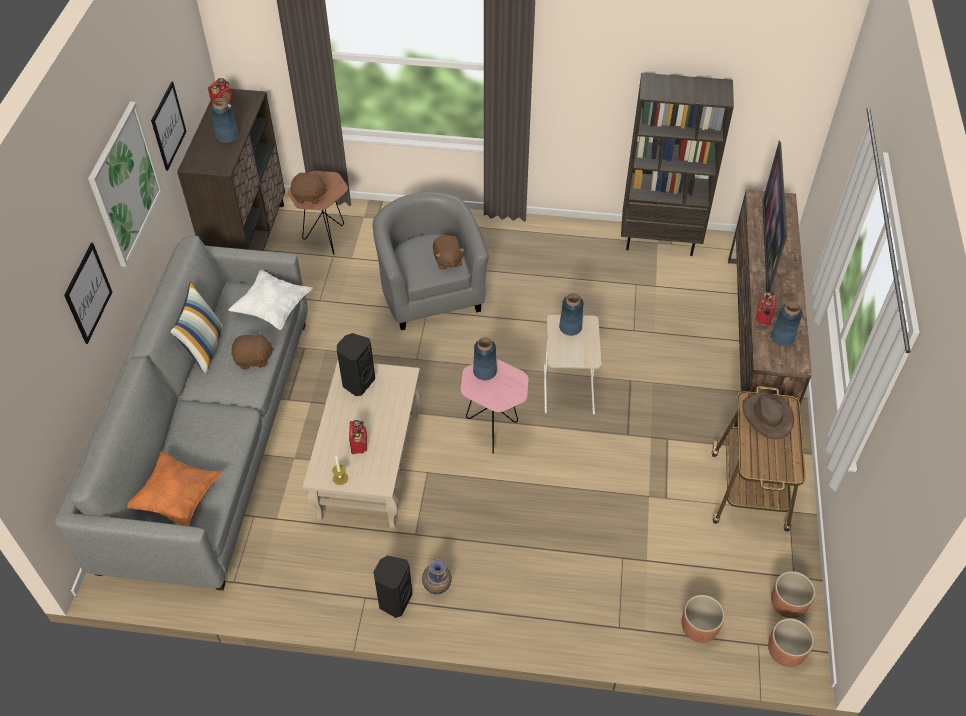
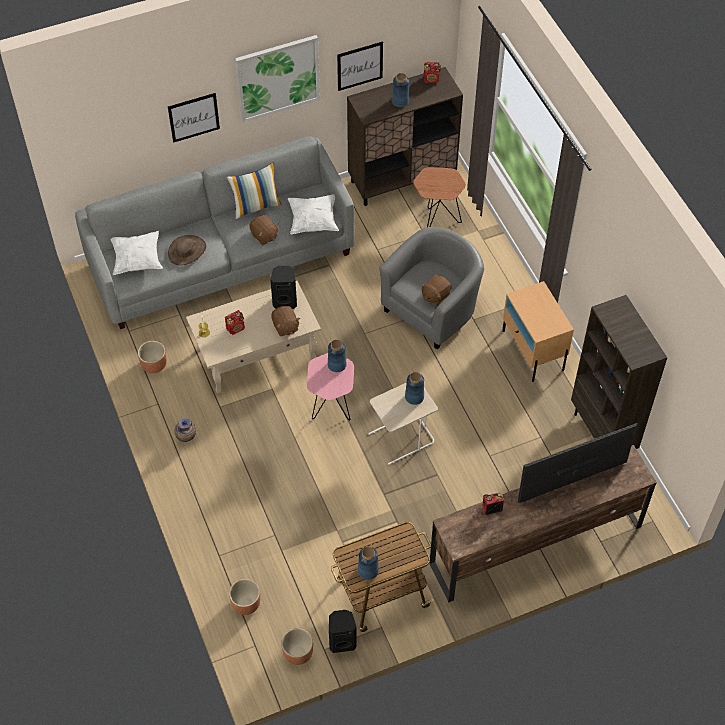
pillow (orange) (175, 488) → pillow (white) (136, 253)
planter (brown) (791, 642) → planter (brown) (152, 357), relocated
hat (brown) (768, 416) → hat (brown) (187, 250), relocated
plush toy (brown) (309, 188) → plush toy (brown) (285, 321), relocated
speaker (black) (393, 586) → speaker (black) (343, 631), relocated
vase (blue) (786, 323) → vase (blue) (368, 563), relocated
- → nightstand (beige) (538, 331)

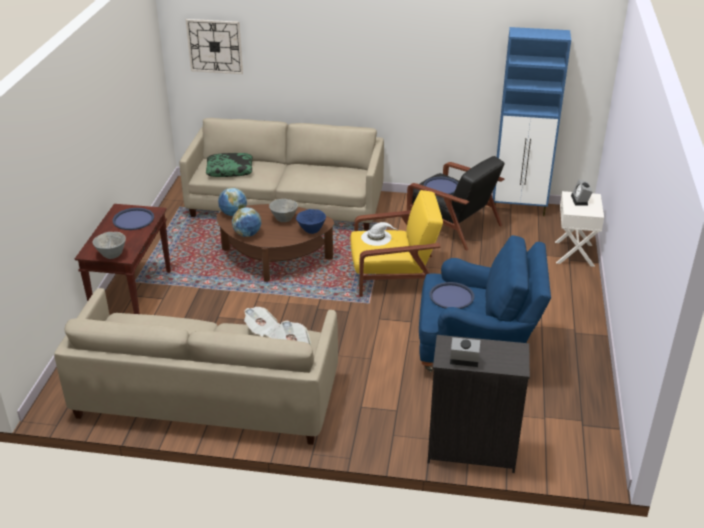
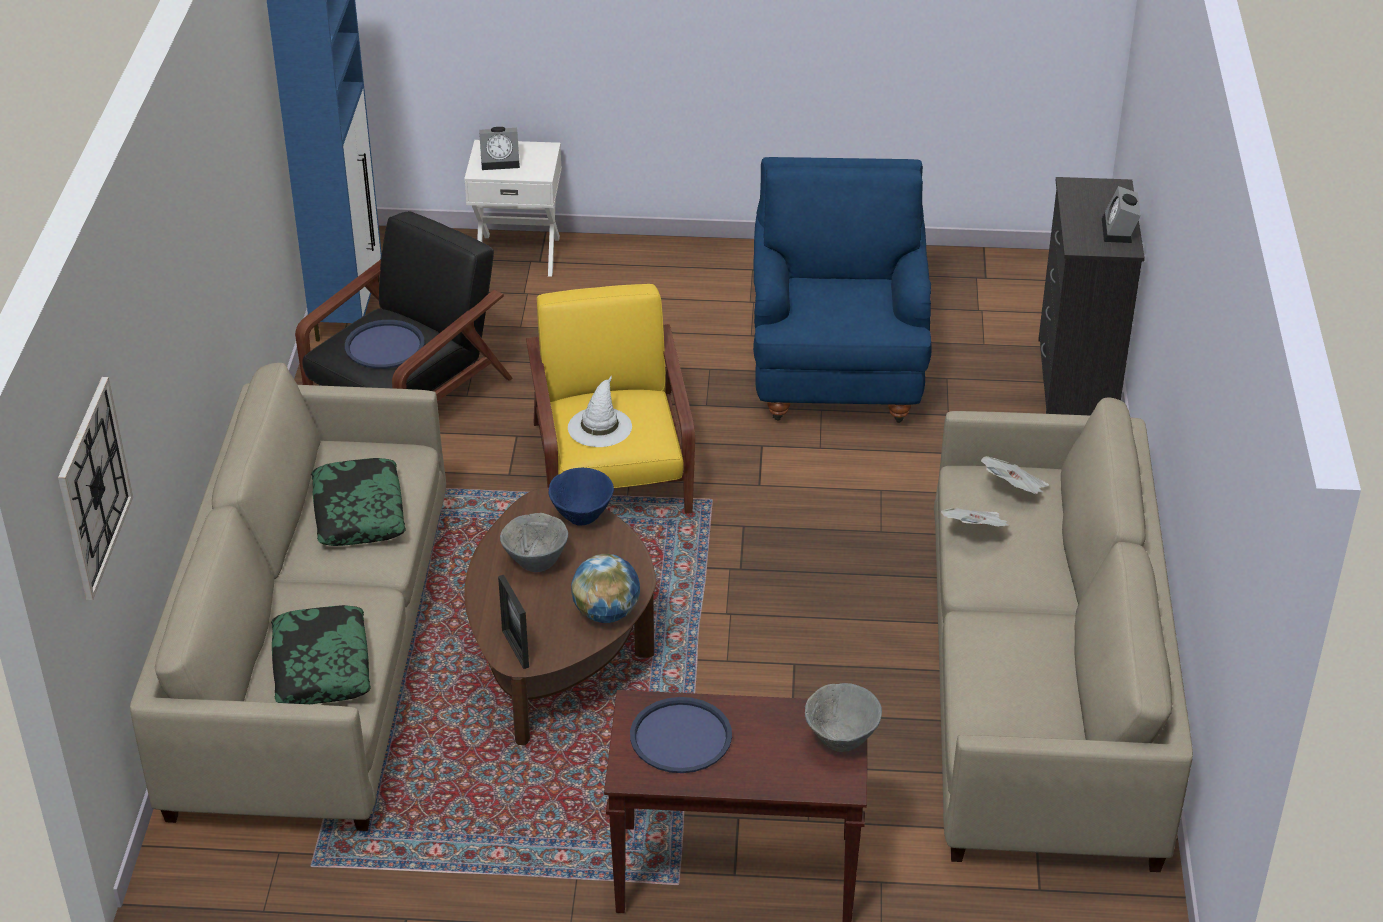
- → pillow (358, 502)
globe (232, 202) → picture frame (513, 622)
tray (blue) (452, 295) → -

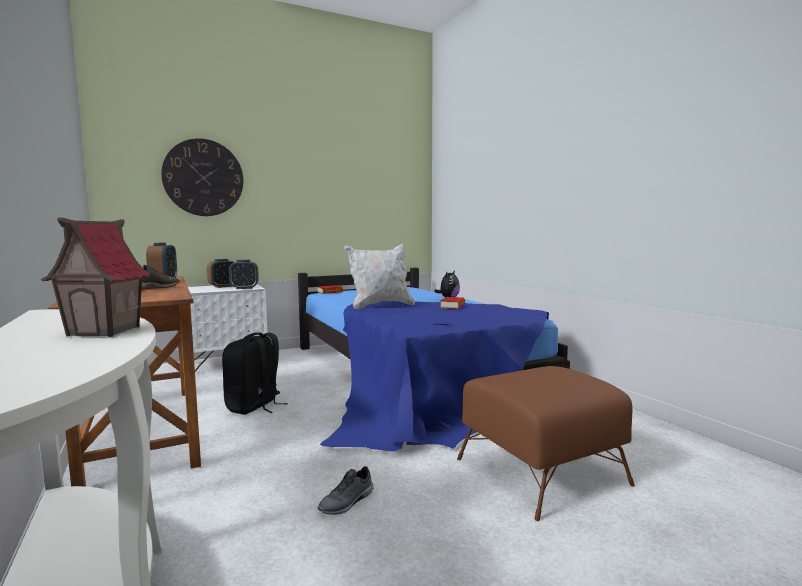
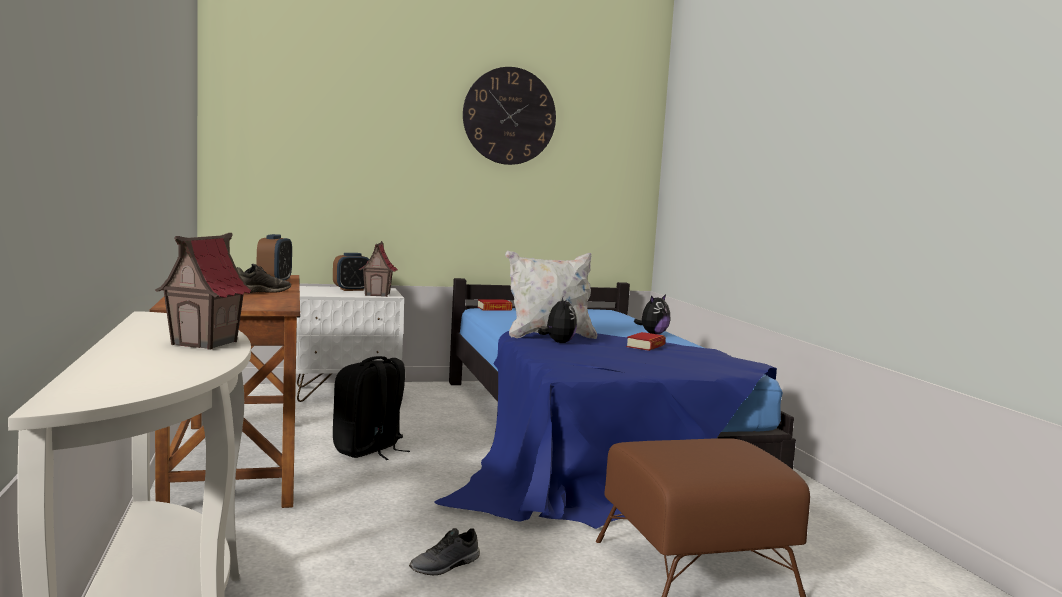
alarm clock (244, 274) → toy house (378, 269)
wall clock (202, 177) → wall clock (509, 116), relocated
- → plush toy (557, 320)

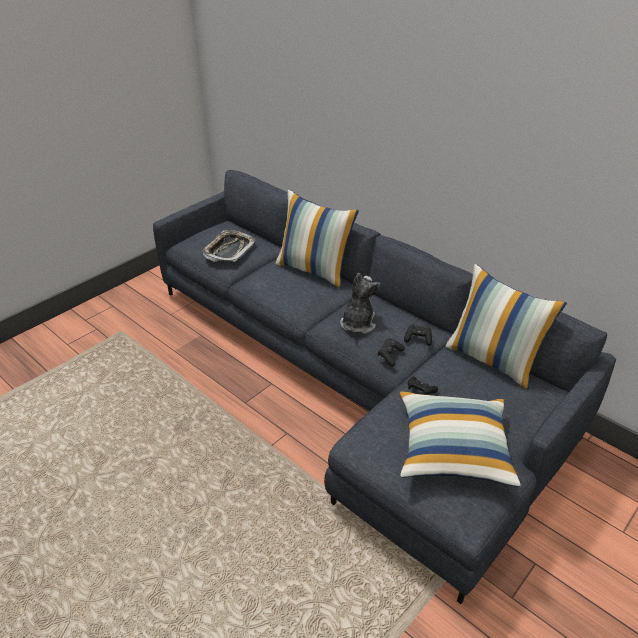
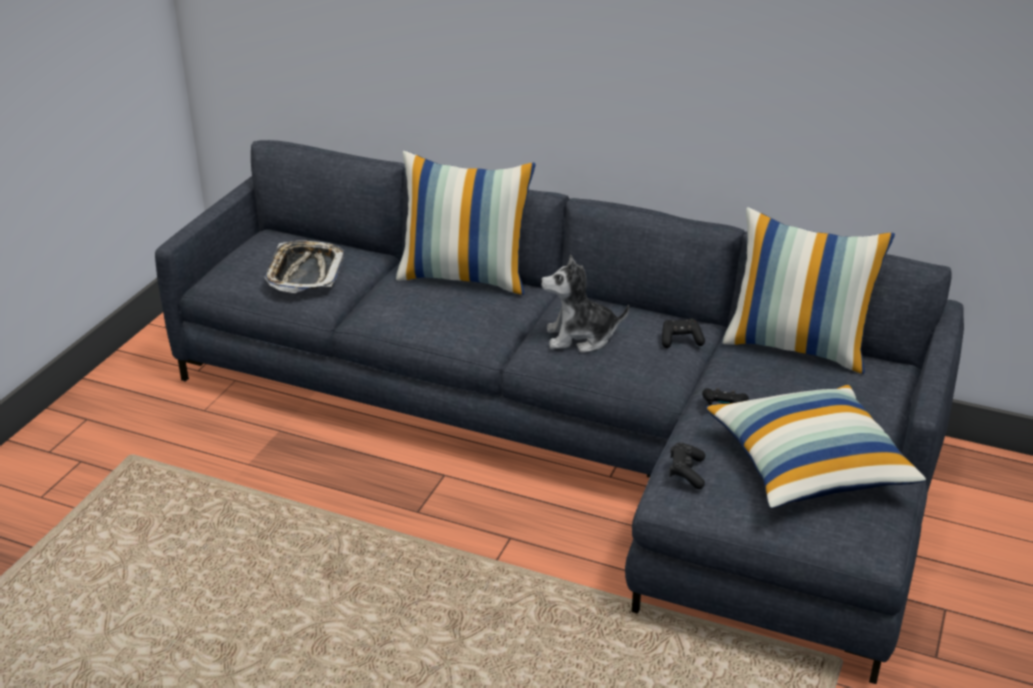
plush toy (360, 303) → plush toy (585, 303), 90 degrees counterclockwise
game controller (black) (391, 352) → game controller (black) (687, 465), relocated

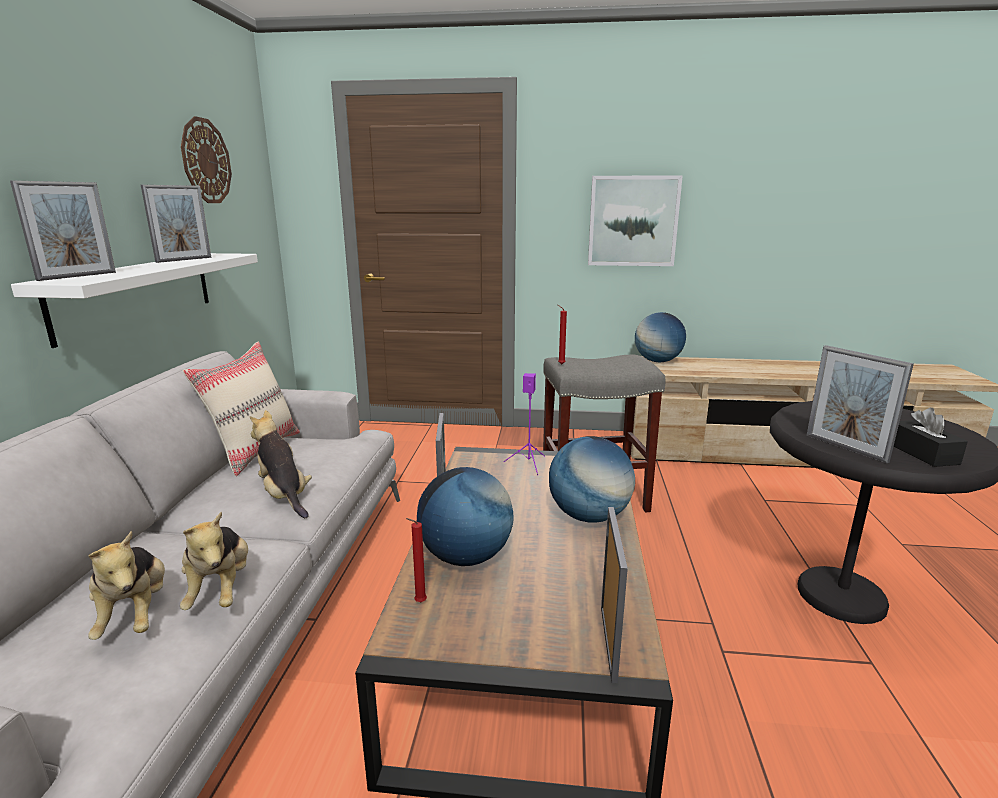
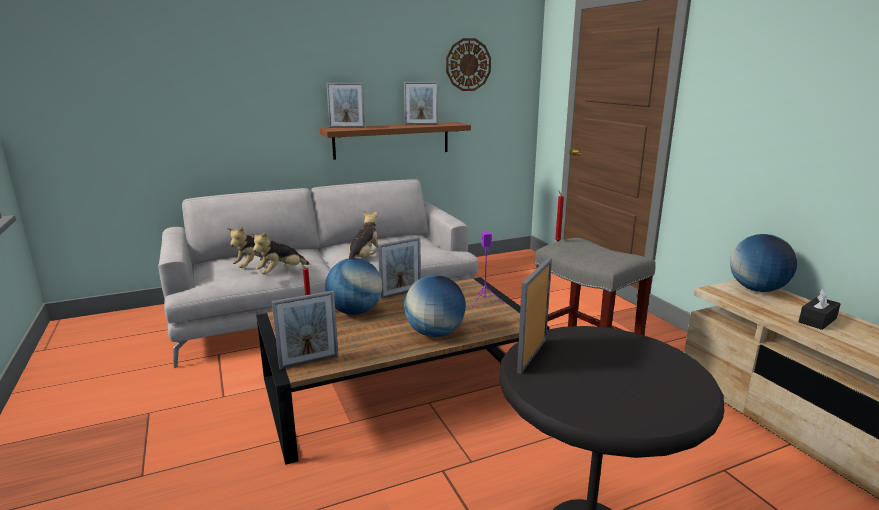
shelf (white) (134, 300) → shelf (brown) (395, 141)
tissue box (black) (931, 437) → tissue box (black) (820, 309), relocated
pillow (beige) (241, 409) → -
picture (635, 220) → -

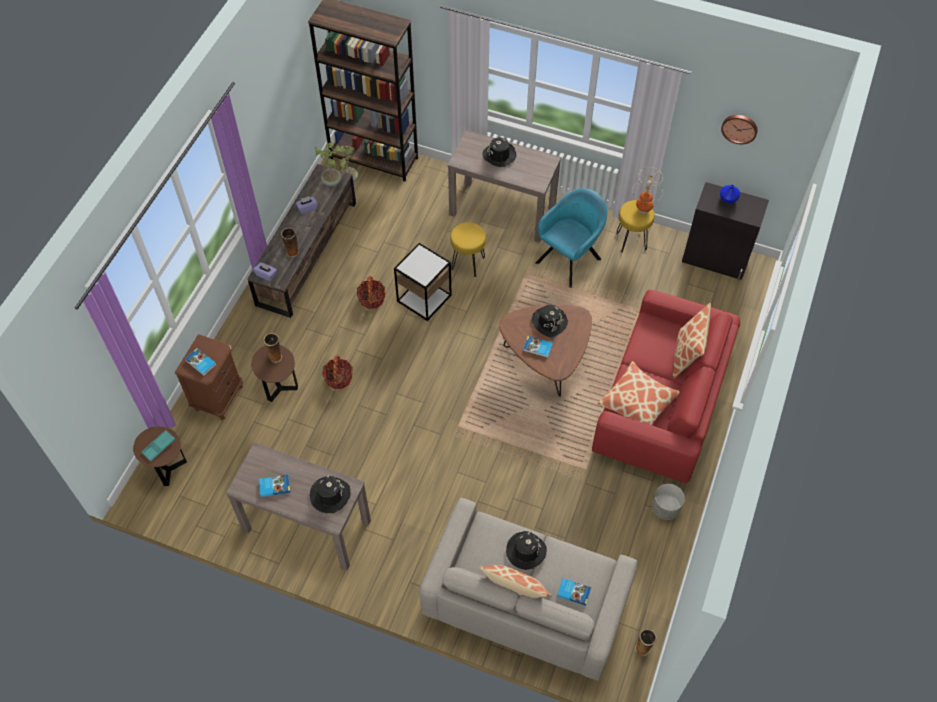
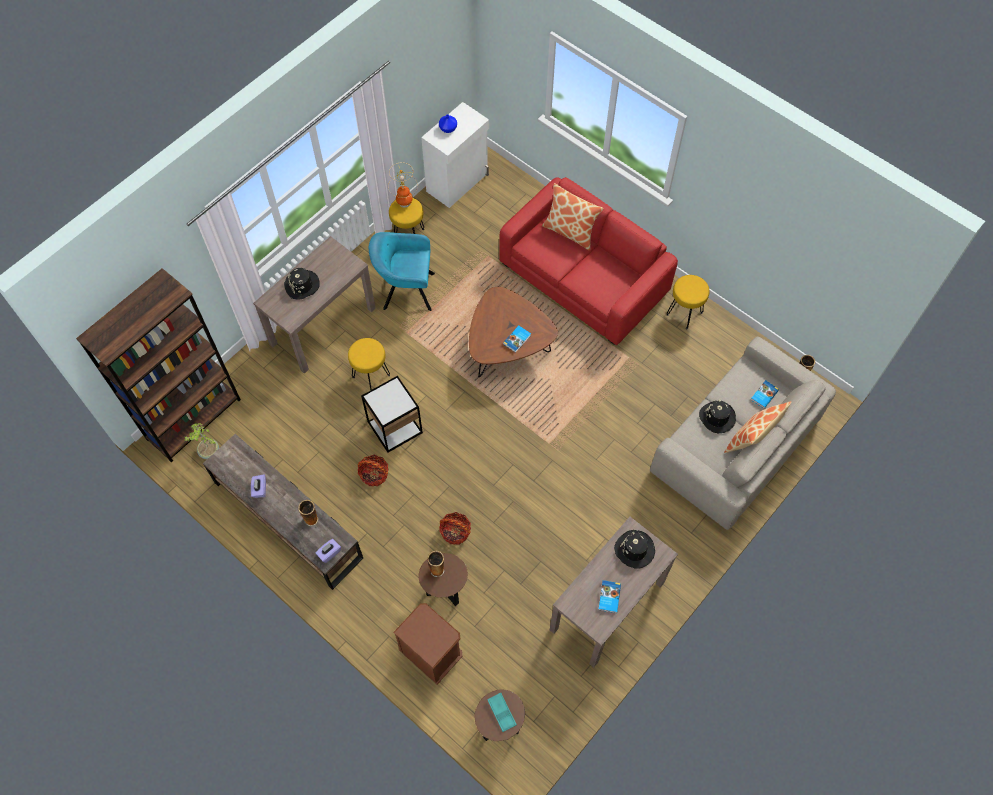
armchair (turquoise) (571, 238) → armchair (turquoise) (402, 271), 60 degrees counterclockwise
cabinet (black) (725, 231) → cabinet (white) (455, 155)
planter (grey) (668, 502) → stool (yellow) (687, 302)
book (201, 362) → -
potted plant (327, 164) → -
hat (black) (550, 321) → -
pillow (638, 393) → -
wall clock (739, 129) → -

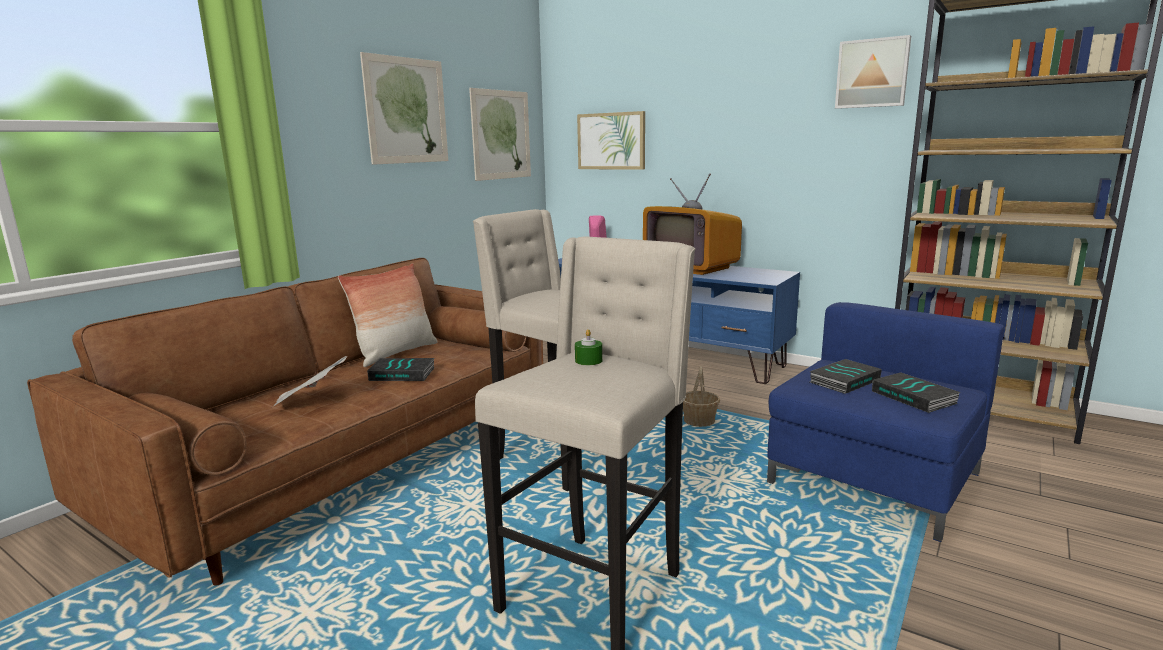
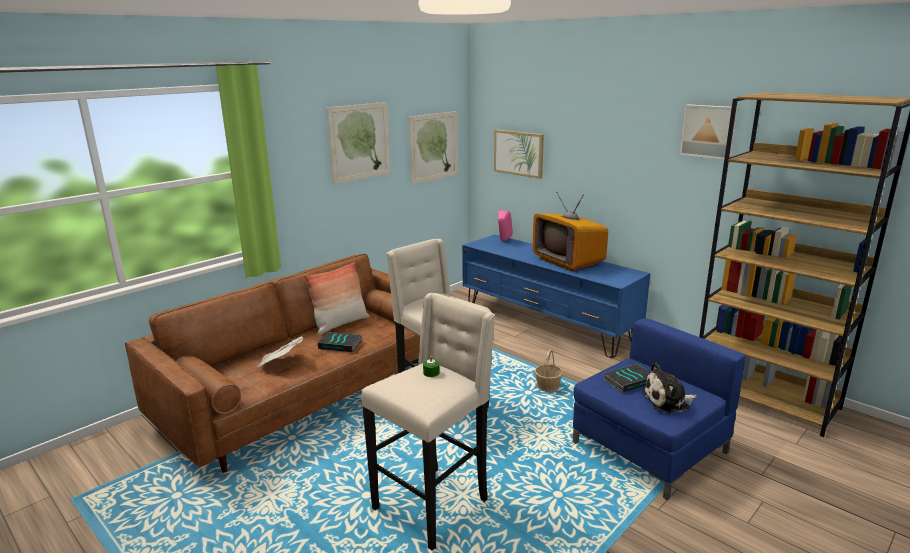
book (916, 392) → plush toy (669, 387)

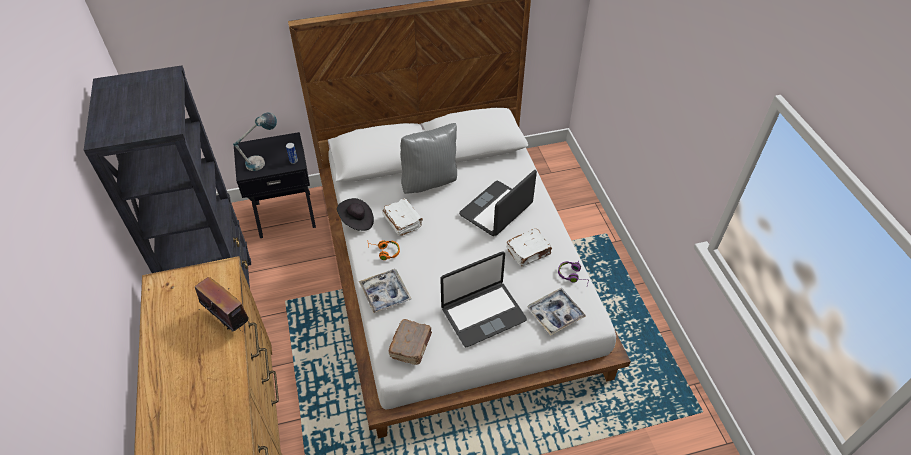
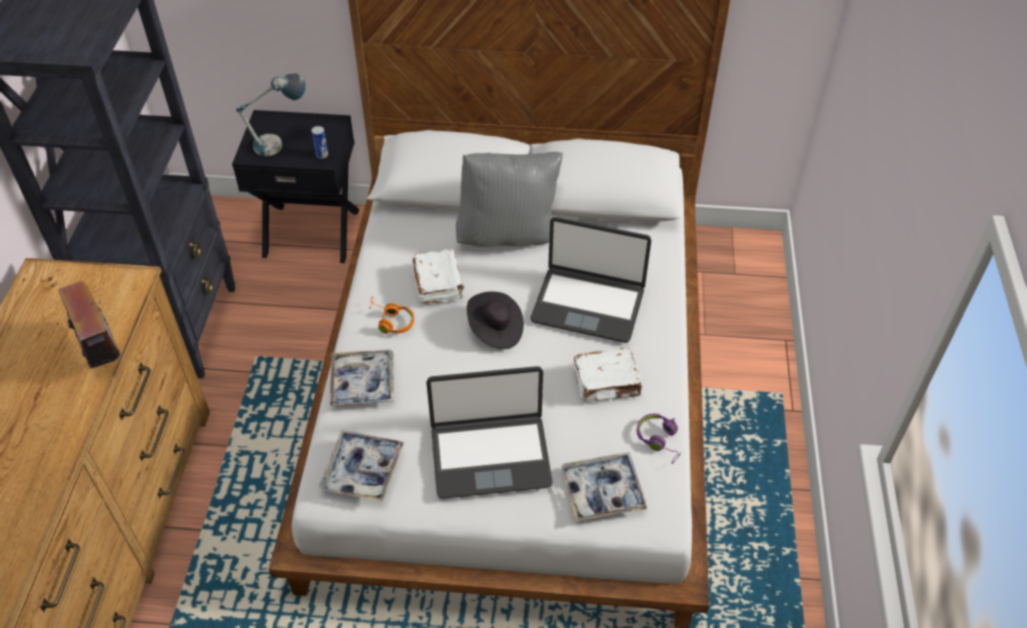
book (brown) (410, 342) → tray (361, 466)
hat (black) (355, 214) → hat (black) (495, 320), relocated
laptop (498, 203) → laptop (591, 280), 135 degrees counterclockwise

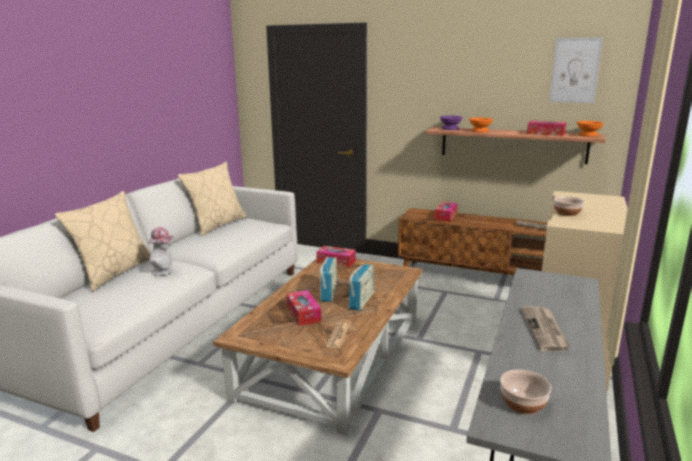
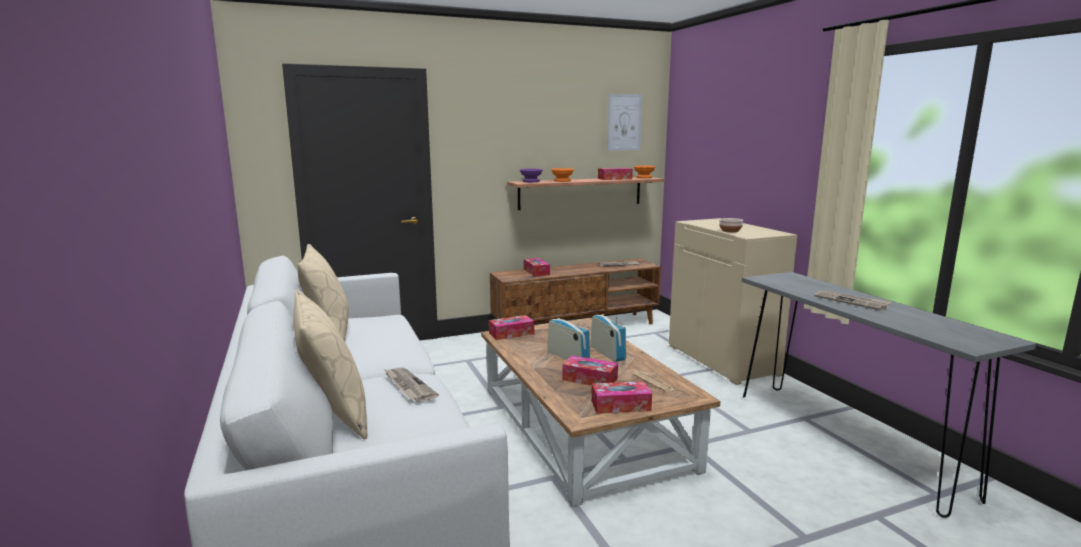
hat (161, 251) → newspaper (411, 384)
- → tissue box (621, 397)
bowl (526, 391) → -

